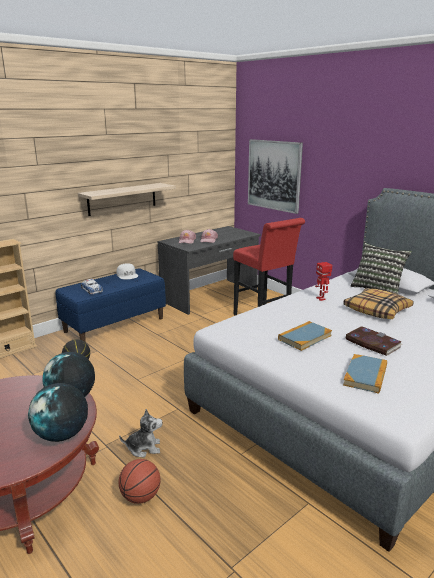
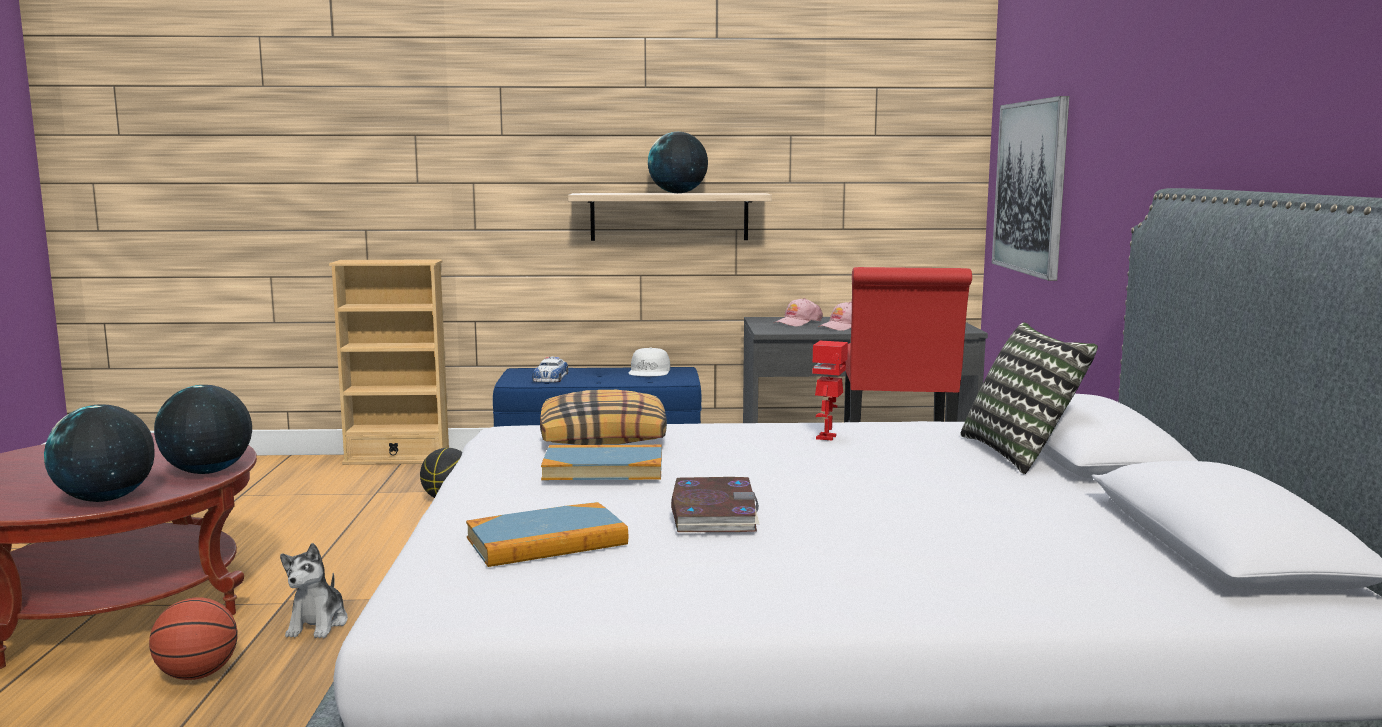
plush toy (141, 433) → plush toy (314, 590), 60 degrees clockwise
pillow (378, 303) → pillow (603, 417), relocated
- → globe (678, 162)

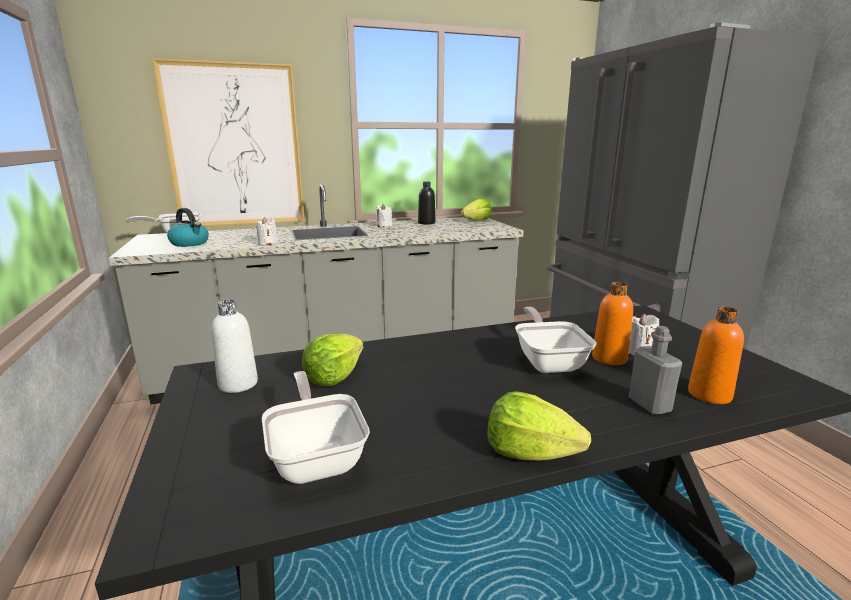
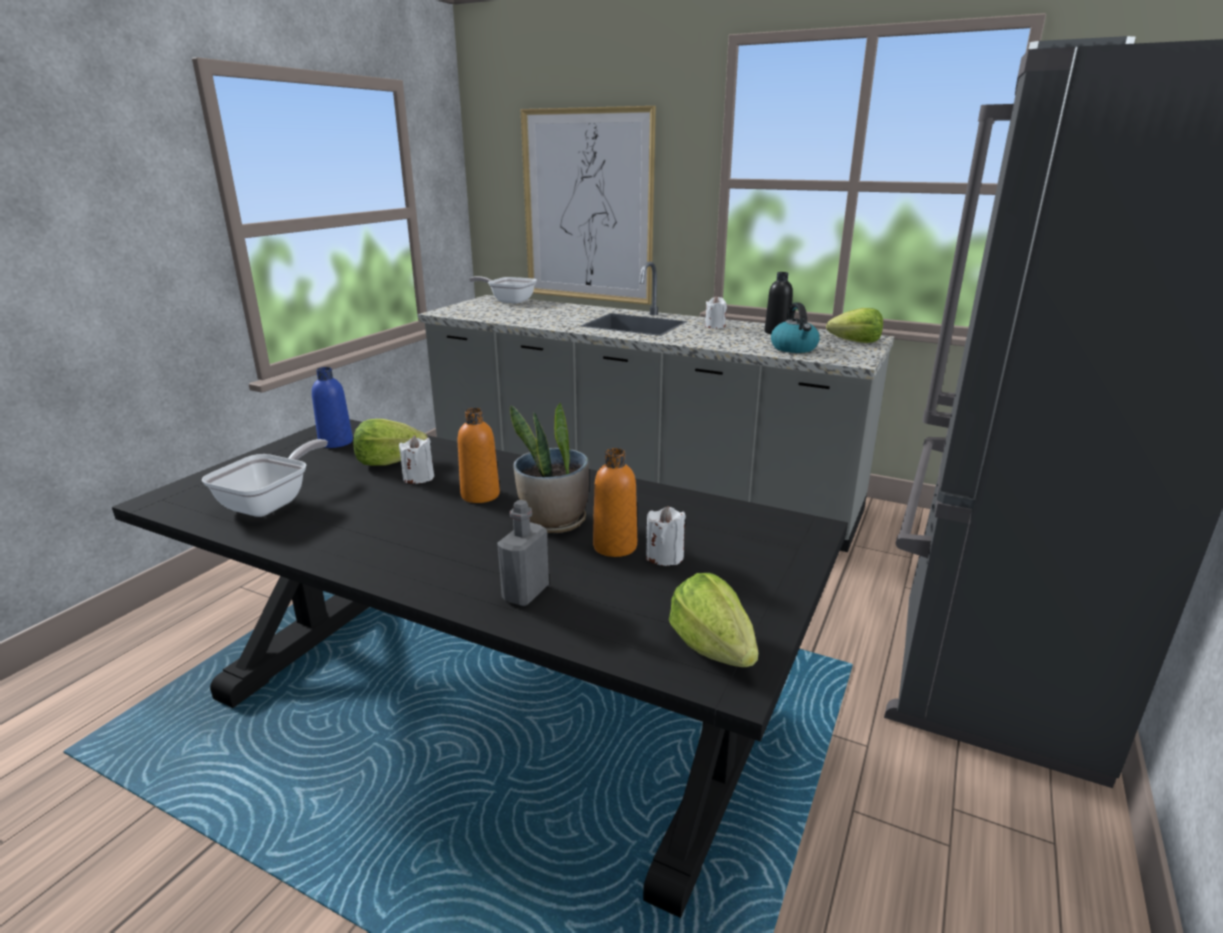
bottle (white) (234, 346) → bottle (blue) (332, 407)
candle (white) (266, 231) → candle (white) (416, 460), relocated
bottle (orange) (716, 355) → bottle (orange) (479, 455), relocated
frying pan (556, 340) → potted plant (549, 467)
lettuce (539, 426) → lettuce (713, 620), relocated
kettle (188, 227) → kettle (795, 328), relocated

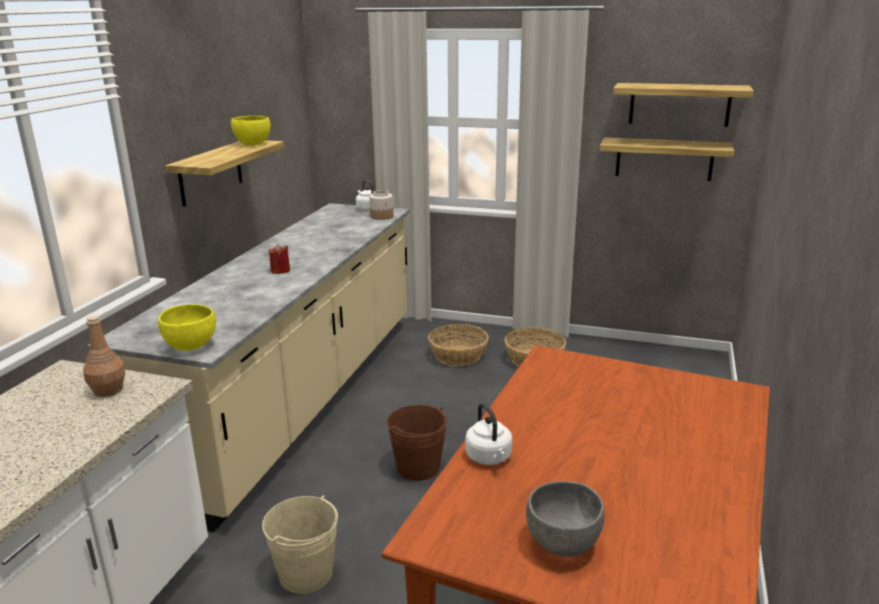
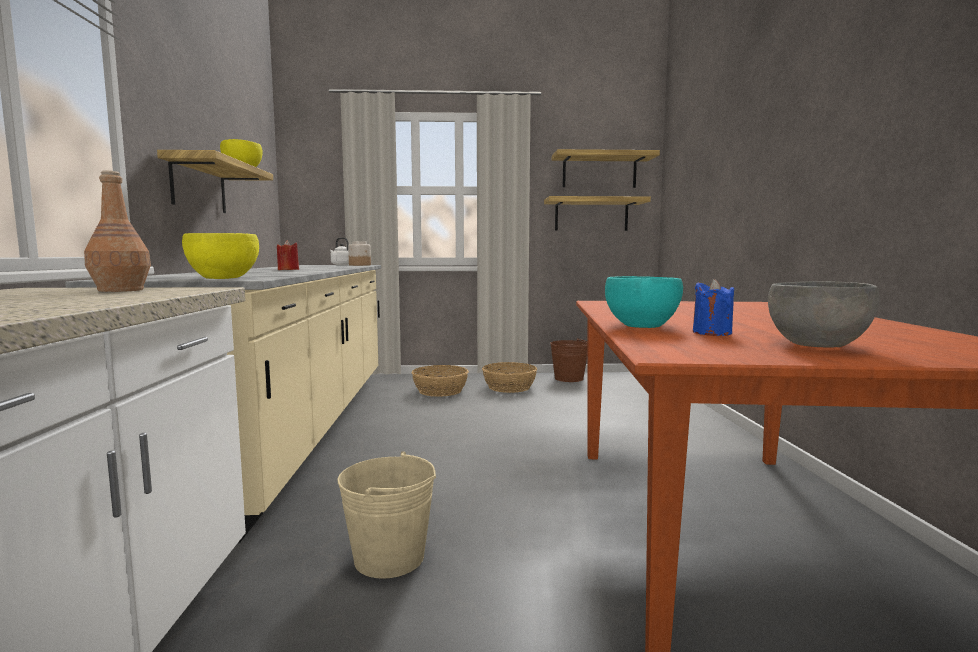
bucket (brown) (417, 443) → bucket (brown) (569, 360), relocated
kettle (white) (489, 434) → bowl (turquoise) (644, 302)
- → candle (blue) (713, 307)

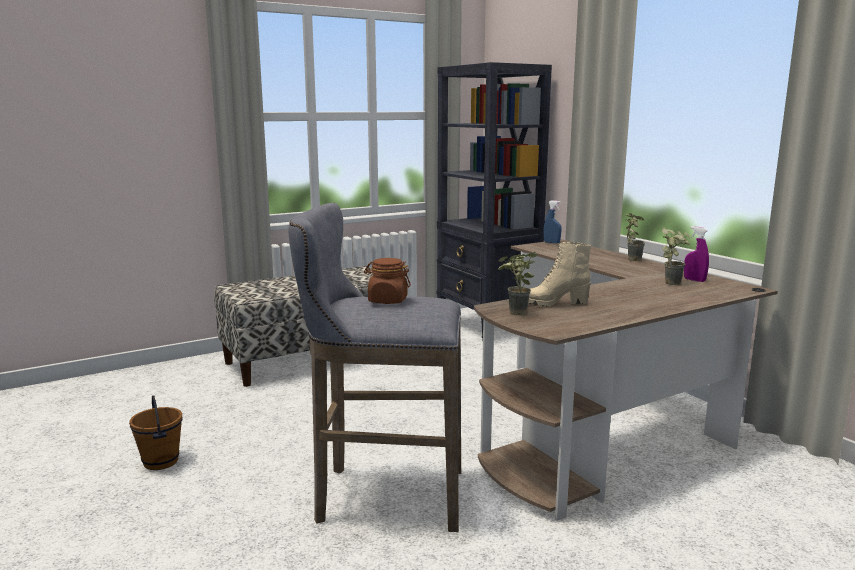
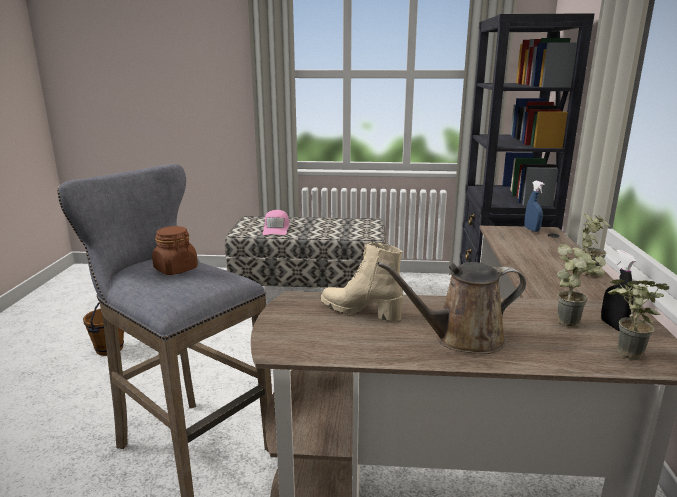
- → cap (pink) (275, 222)
- → watering can (brown) (451, 308)
spray bottle (purple) (696, 254) → spray bottle (black) (618, 290)
potted plant (517, 283) → potted plant (639, 320), relocated

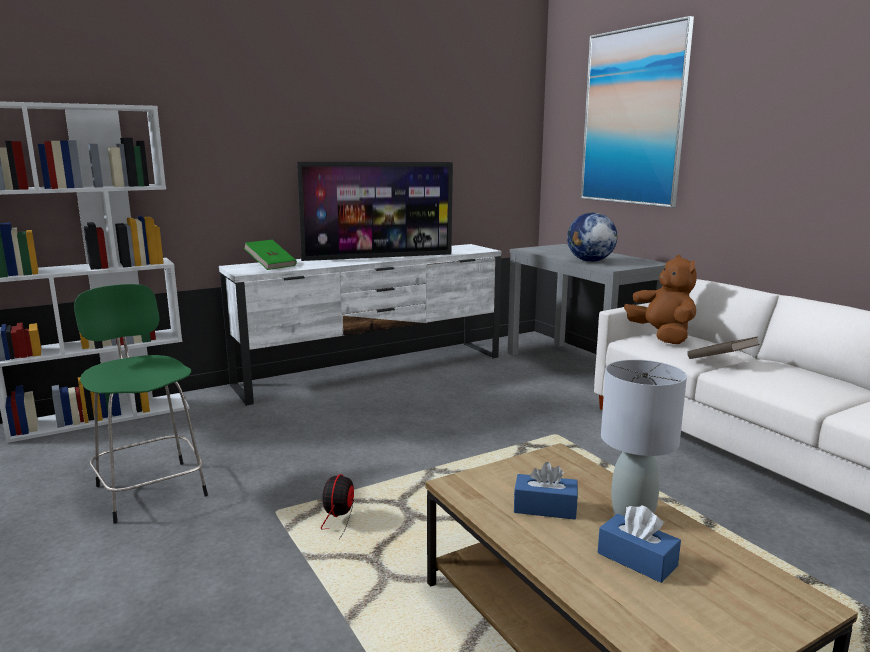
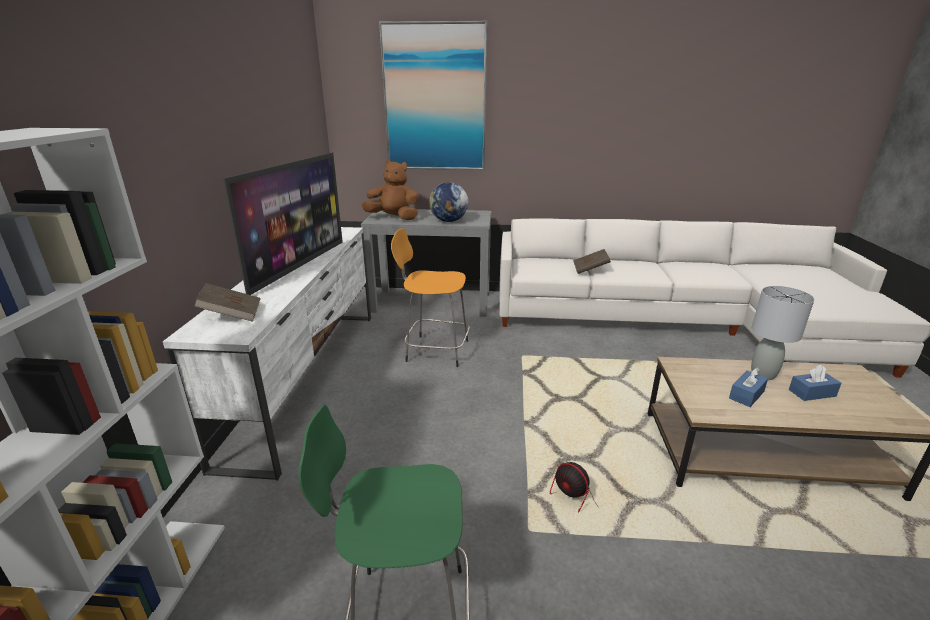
book (green) (270, 255) → book (brown) (227, 302)
plush toy (brown) (660, 299) → plush toy (brown) (390, 190), relocated
- → stool (orange) (430, 297)

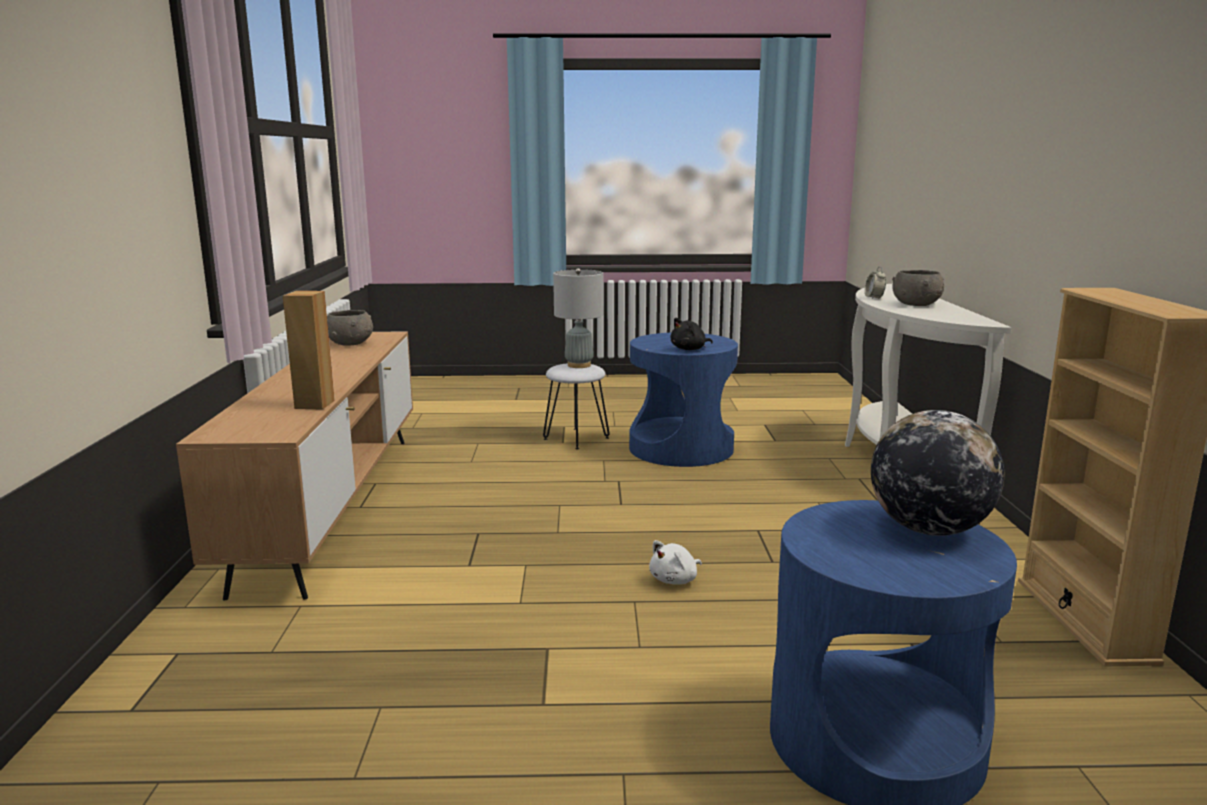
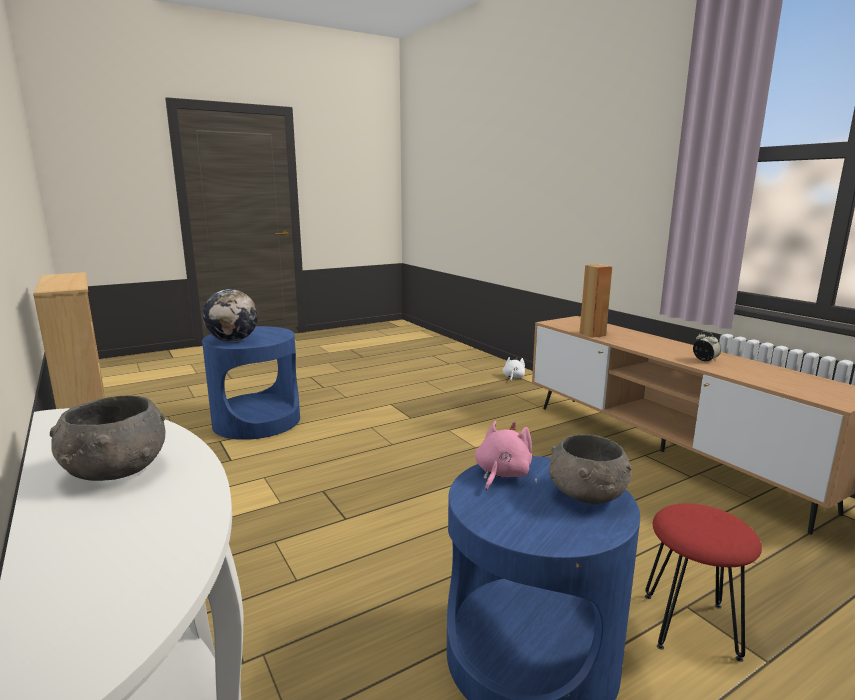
plush toy (black) (691, 334) → plush toy (pink) (503, 456)
plush toy (white) (675, 562) → plush toy (white) (514, 369), relocated
bowl (grey) (350, 327) → bowl (grey) (590, 469), relocated
stool (white) (576, 406) → stool (red) (703, 582)
alarm clock (875, 283) → alarm clock (707, 346), relocated
table lamp (grey) (578, 318) → -

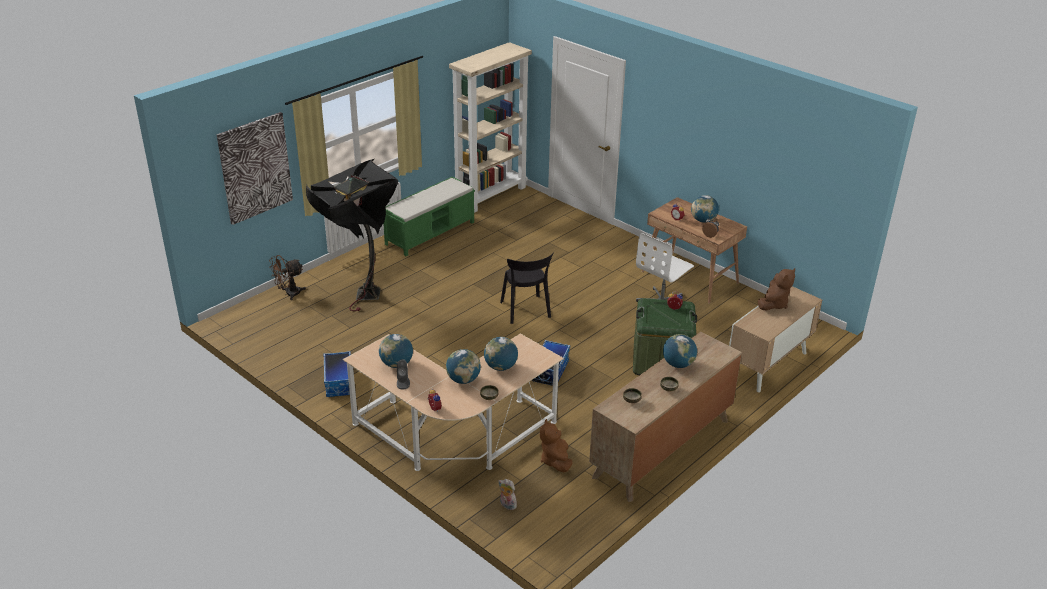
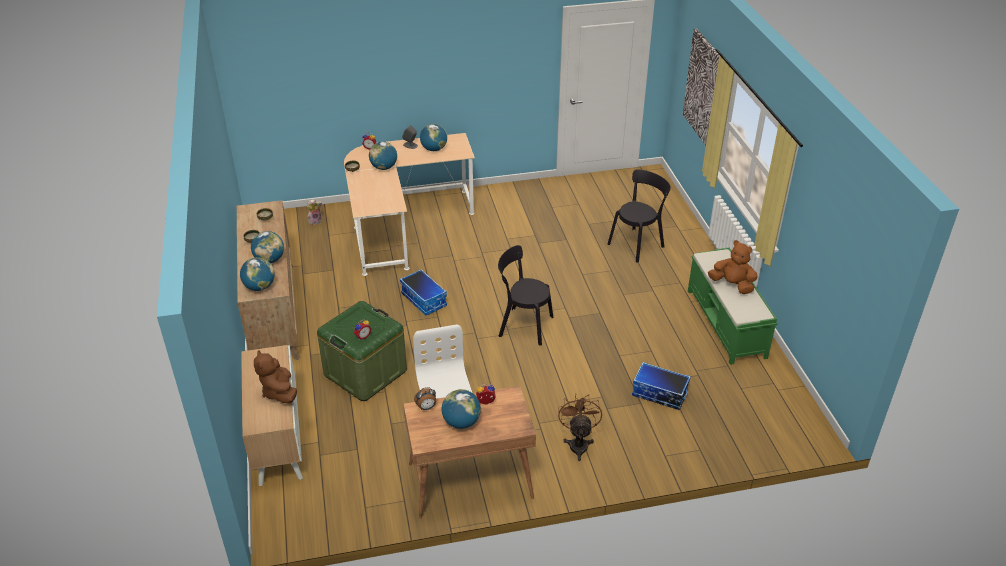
globe (501, 354) → globe (257, 274), relocated
fan (brown) (287, 277) → fan (brown) (580, 427), relocated
floor lamp (black) (352, 235) → chair (black) (639, 216)
storage box (337, 374) → storage box (661, 386), relocated
plush toy (brown) (556, 445) → plush toy (brown) (733, 267), relocated
bookcase (beige) (490, 127) → -

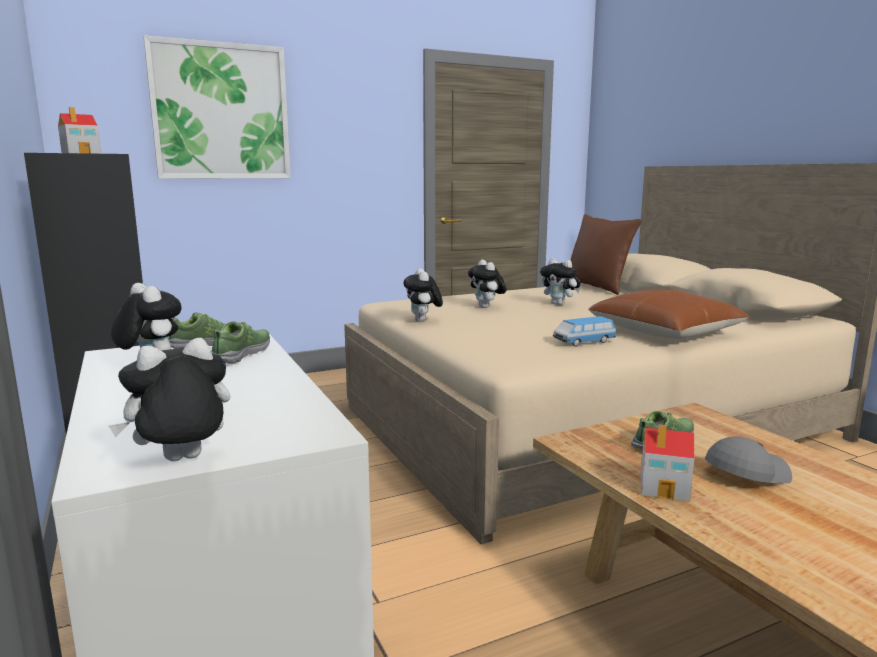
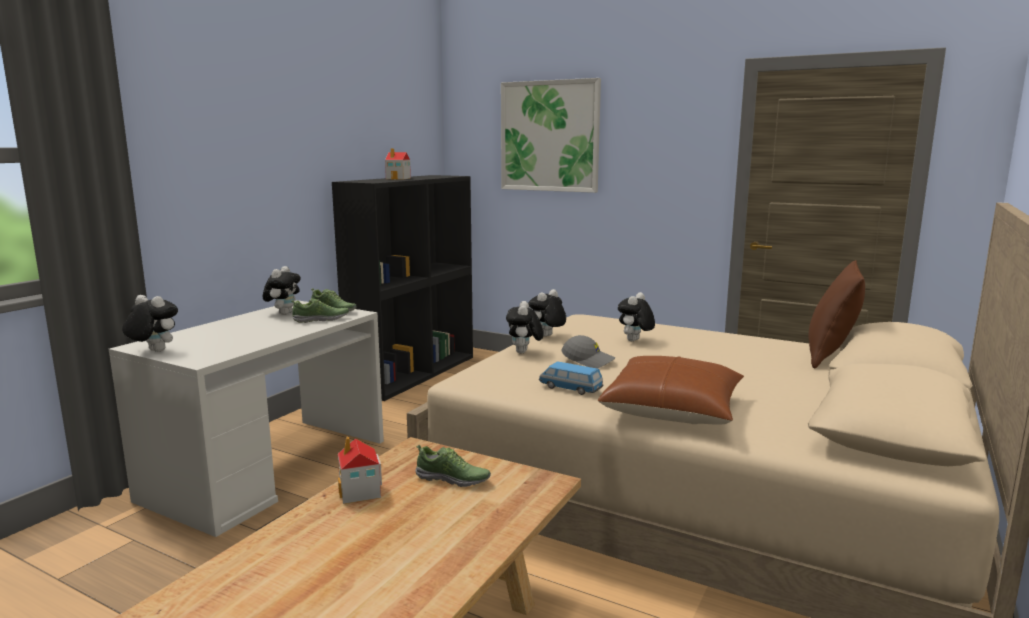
plush toy (560, 281) → plush toy (524, 327), relocated
cap (grey) (748, 460) → cap (grey) (589, 352), relocated

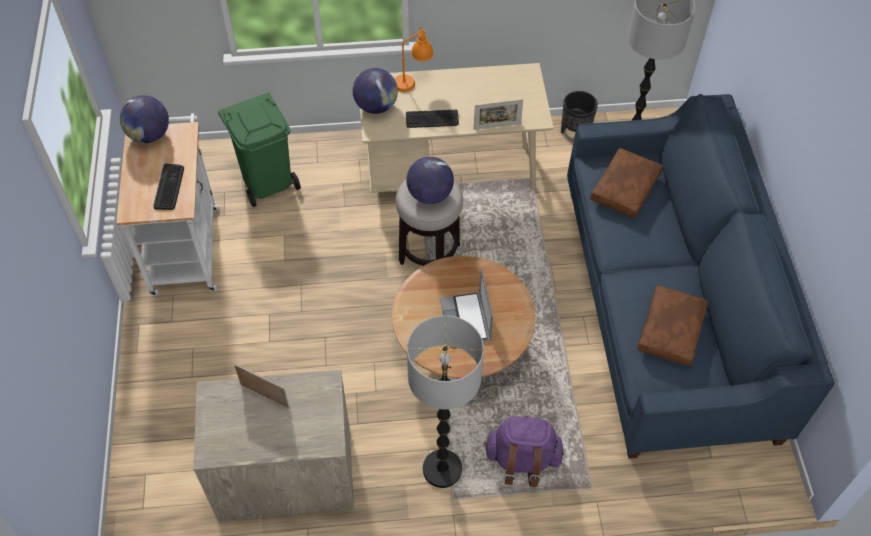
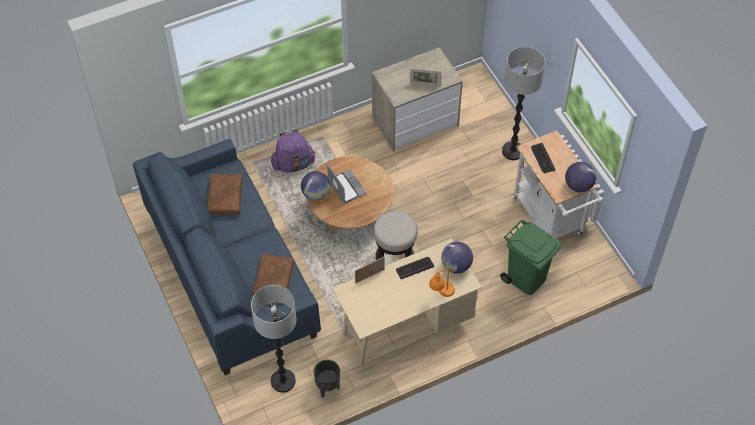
globe (430, 180) → globe (315, 186), relocated
floor lamp (445, 401) → floor lamp (523, 103), relocated

